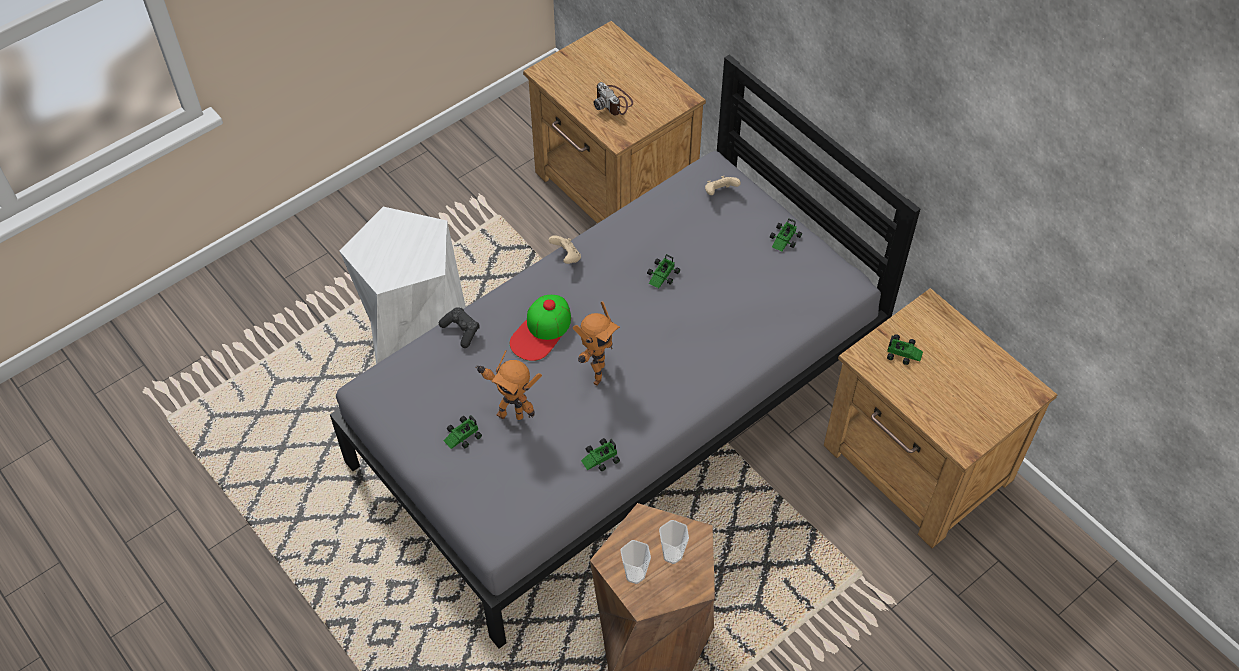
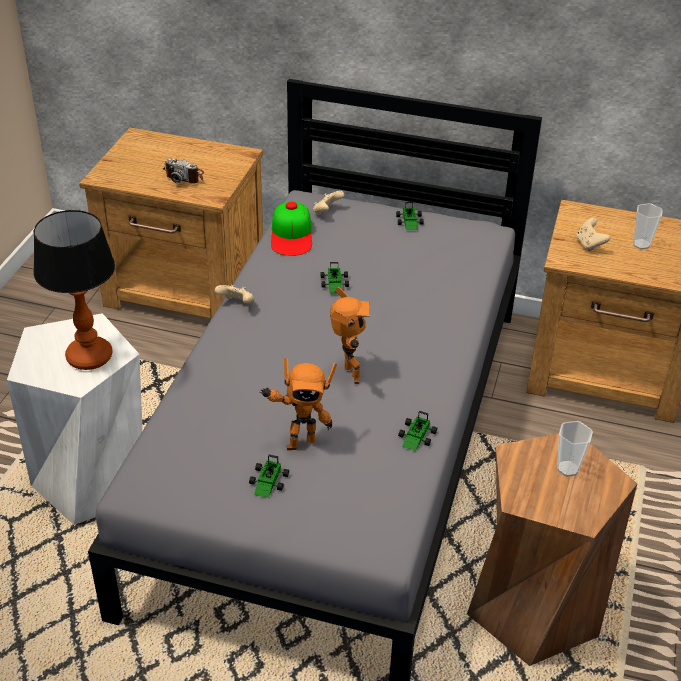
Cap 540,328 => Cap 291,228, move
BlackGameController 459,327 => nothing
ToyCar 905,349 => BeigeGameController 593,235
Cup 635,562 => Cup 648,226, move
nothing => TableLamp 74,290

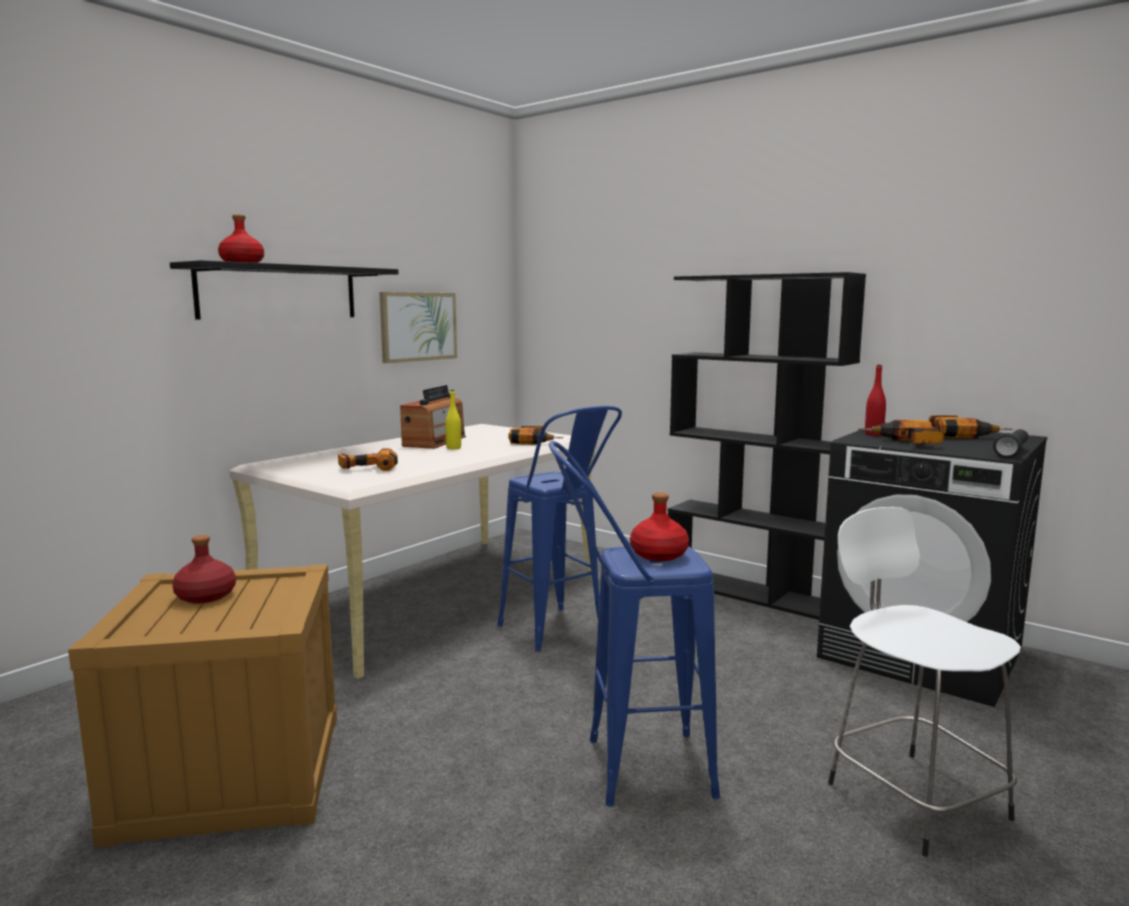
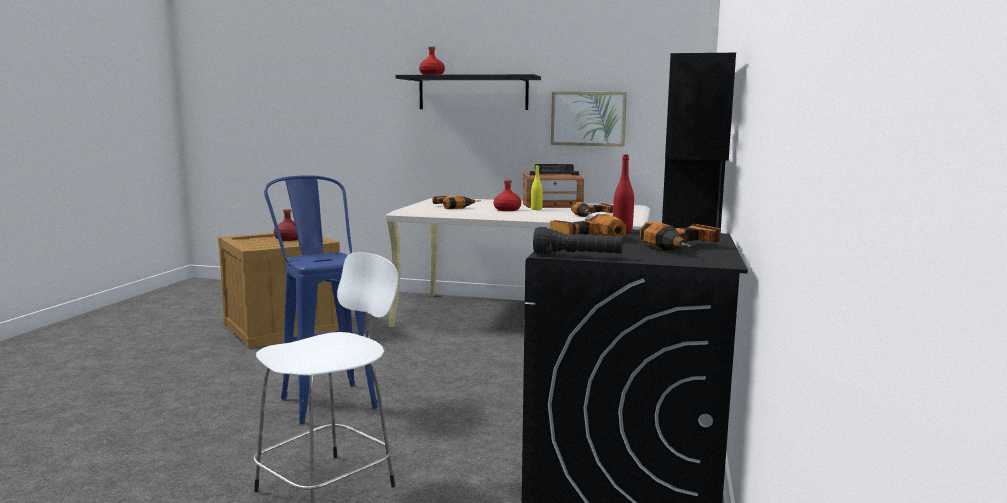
BlueStool 559,529 => nothing
RedBottle 659,526 => RedBottle 507,195, move

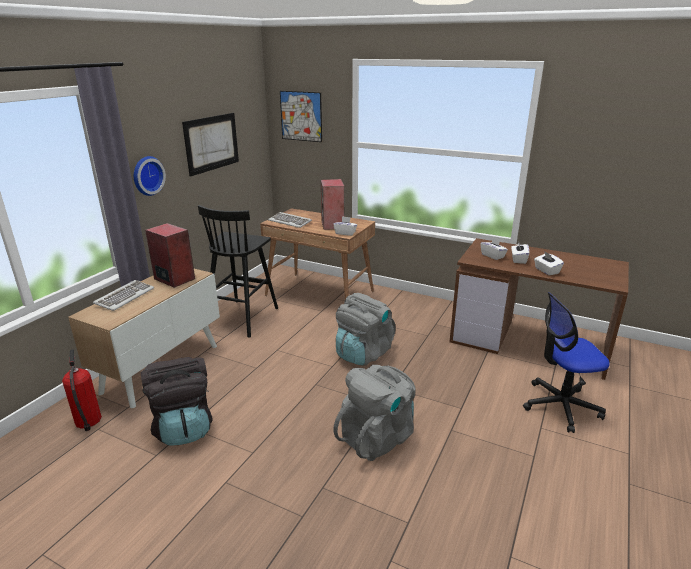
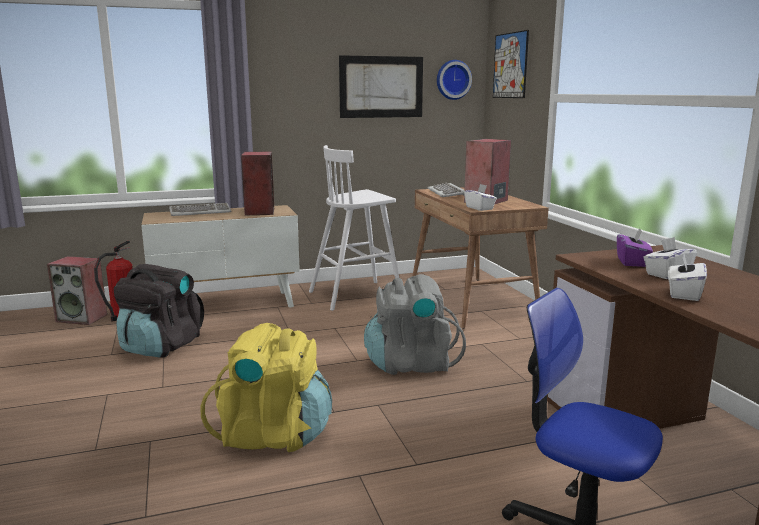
WallClock 150,176 => WallClock 454,80, move
BlackStool 238,271 => WhiteStool 354,228
WhiteTissueBox 494,248 => PurpleTissueBox 635,247
GreyBackpack 374,413 => YellowBackpack 266,387
nothing => Speaker 77,290

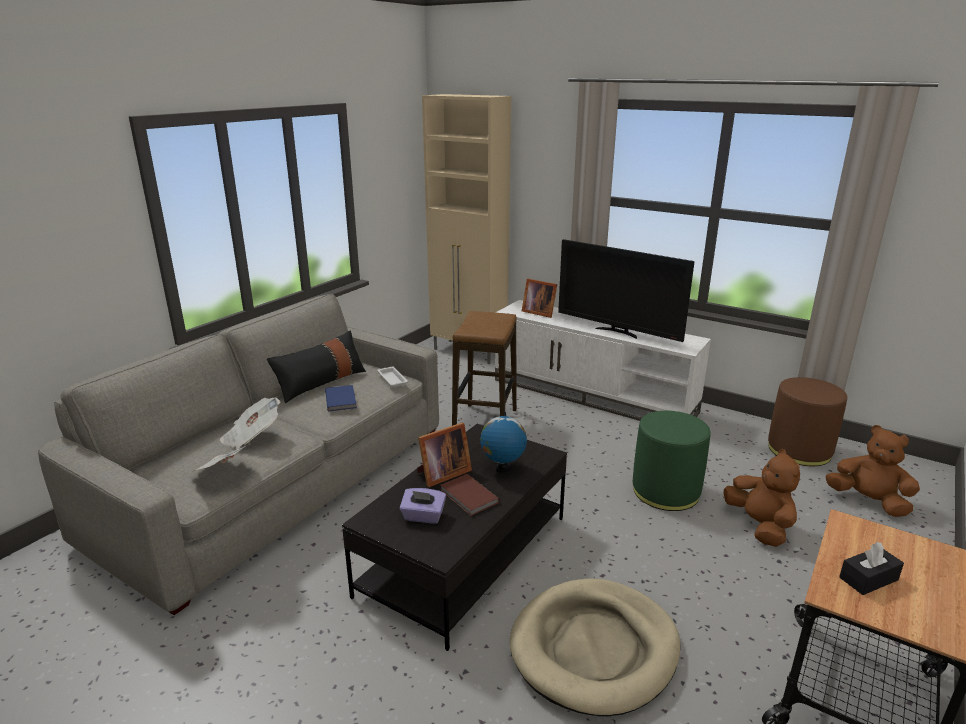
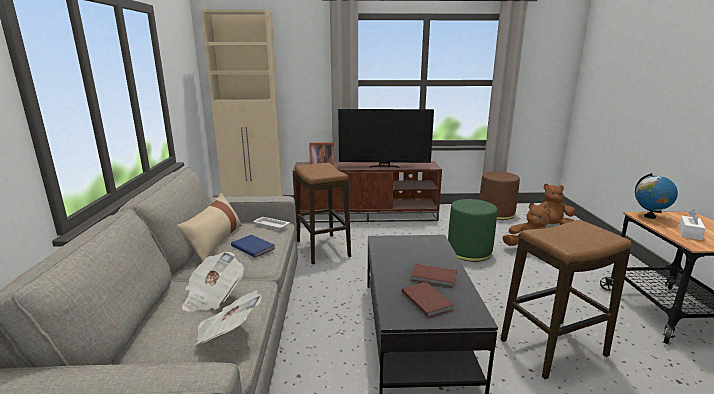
WhiteTvStand 603,360 => BrownTvStand 367,192
BlackPillow 316,366 => BeigePillow 209,227
Globe 503,442 => Globe 656,196, move
PictureFrame 444,455 => nothing
PurpleTissueBox 423,506 => BrownBook 428,299
BlackTissueBox 871,568 => WhiteTissueBox 692,225
BeigeDogBed 595,647 => Stool 566,299

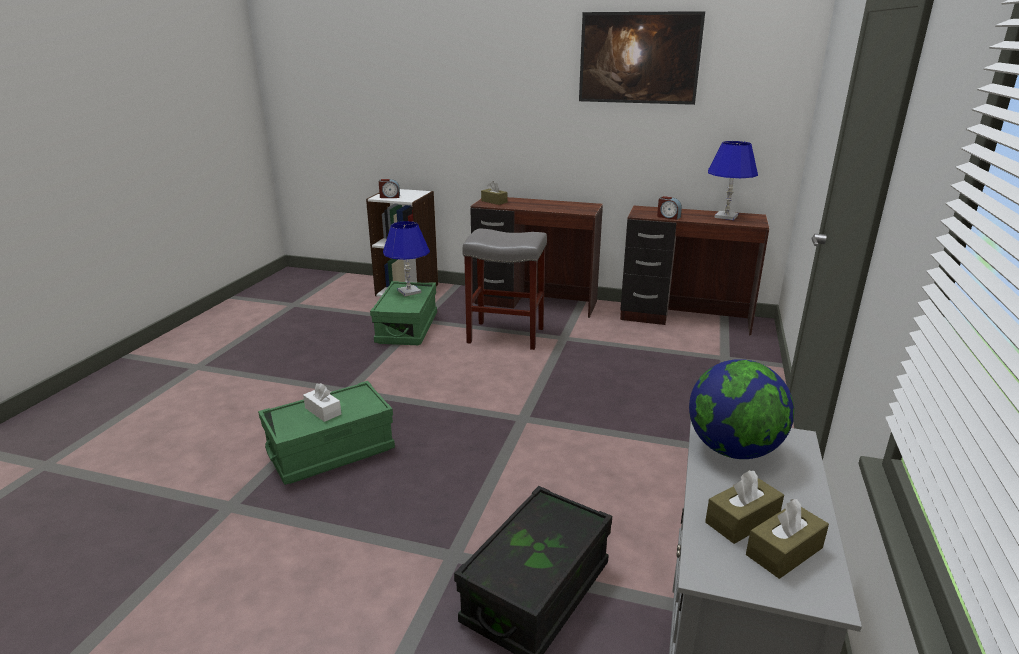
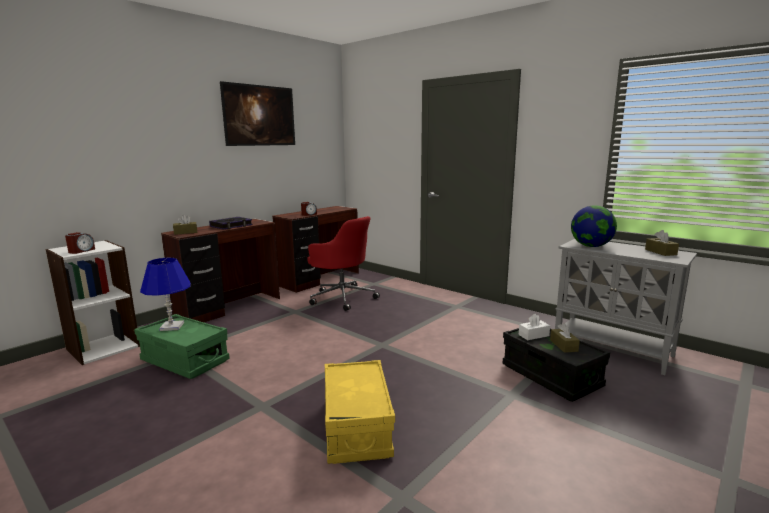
BlueTableLamp 733,180 => nothing
GreyStool 504,289 => nothing
GreenStorageBox 326,433 => YellowStorageBox 360,412
WhiteTissueBox 322,402 => WhiteTissueBox 534,327, move
BrownTissueBox 744,507 => BrownTissueBox 565,338, move
nothing => RedOfficeChair 343,263
nothing => Book 231,223

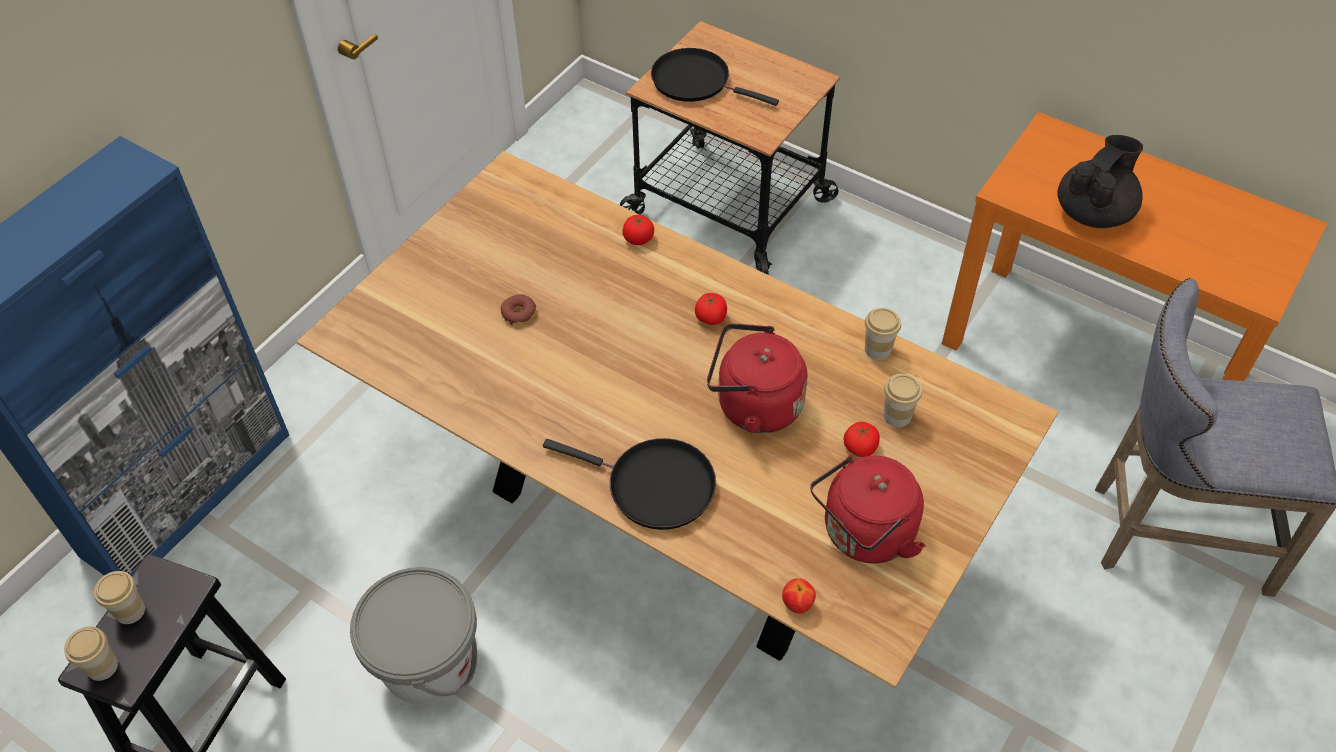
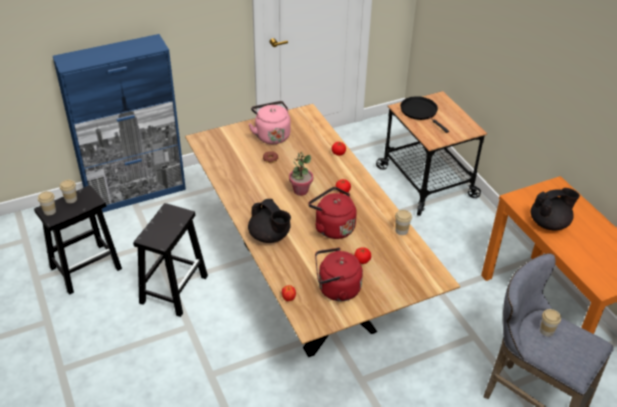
Cup 903,400 => Cup 550,322, move
BlackFryingPan 629,484 => BlackTeapot 269,221
GreyBucket 413,636 => BlackStool 170,260
nothing => PinkKettle 270,122
nothing => PottedPlant 301,174

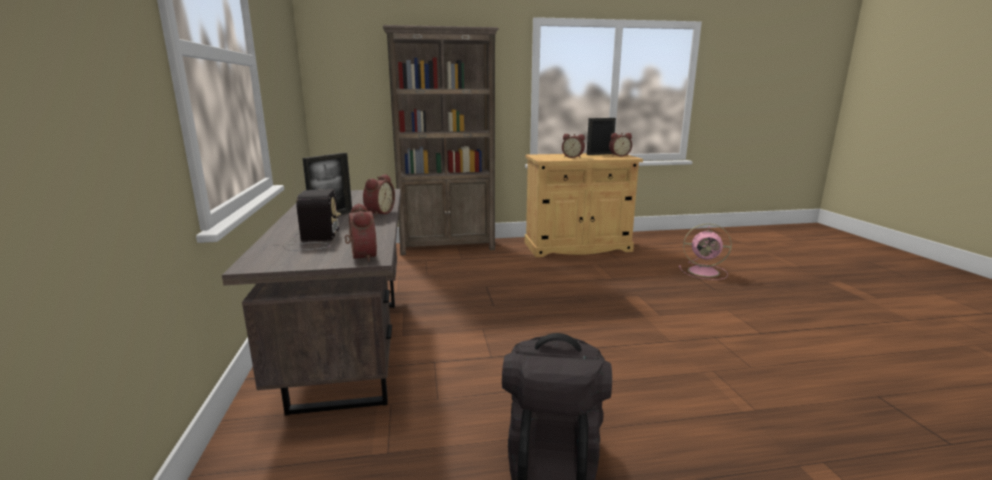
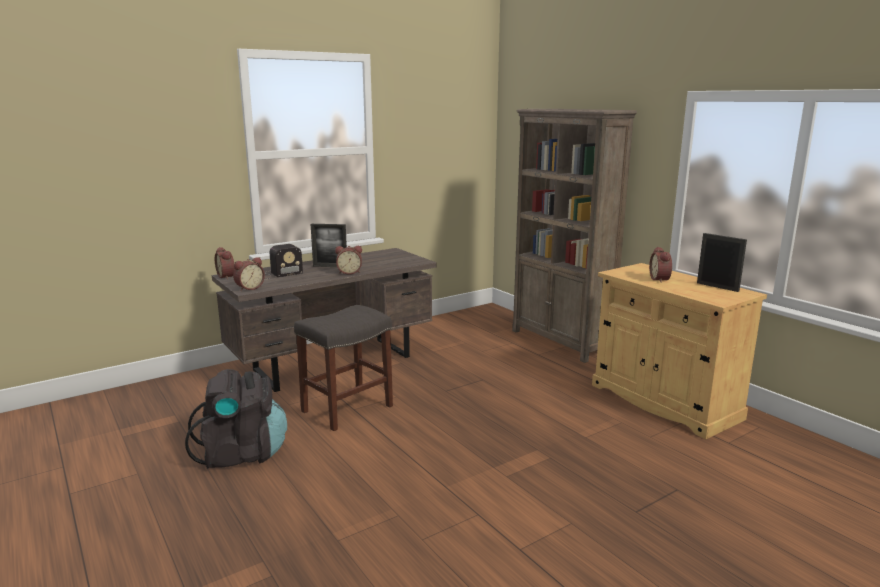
AlarmClock 620,144 => AlarmClock 225,263, move
PinkFan 705,251 => nothing
nothing => GreyStool 343,368

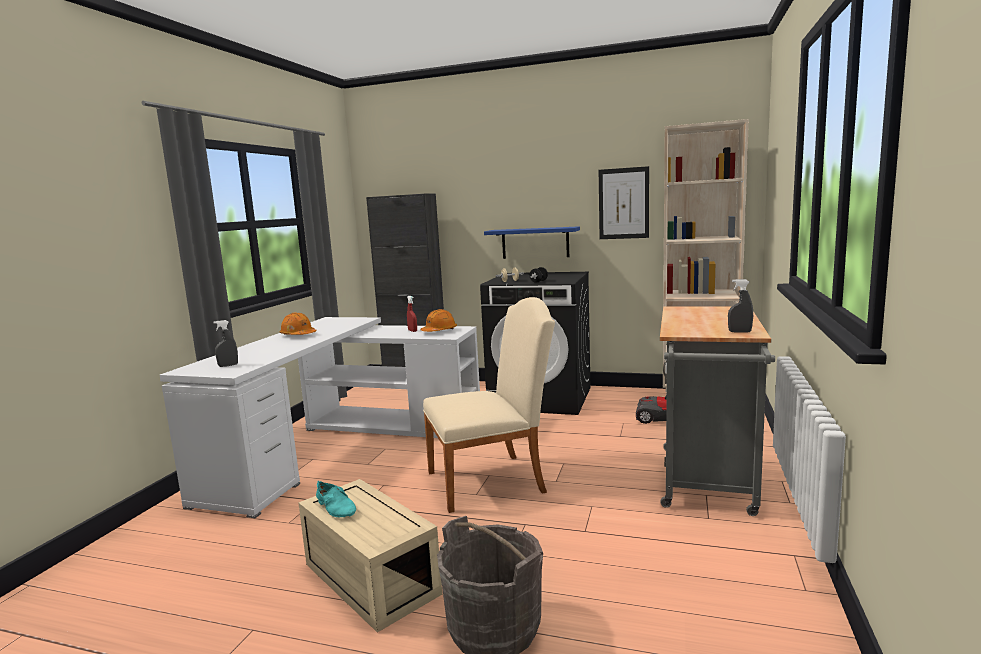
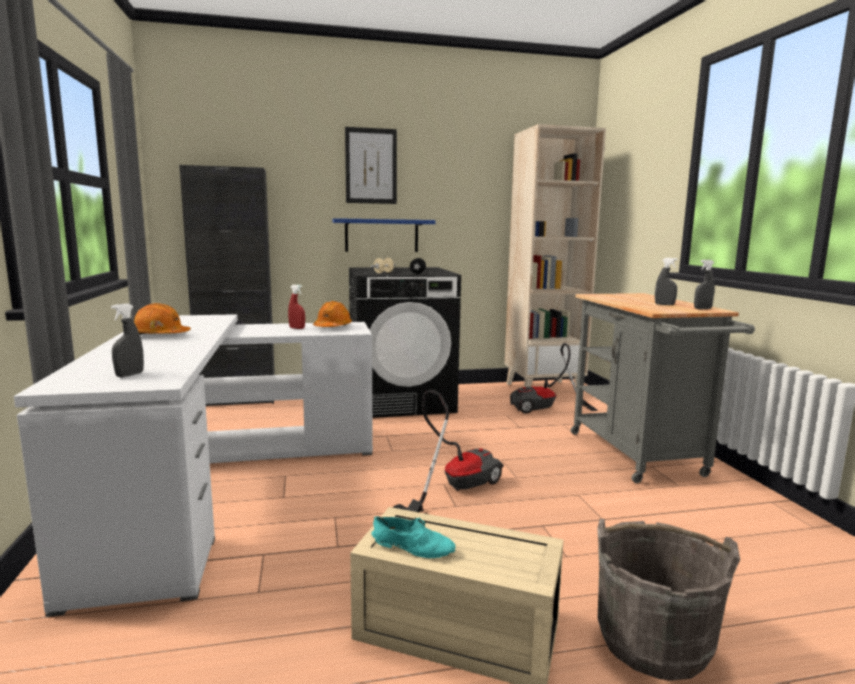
Picture 624,202 => Picture 371,165, move
BeigeChair 489,405 => VacuumCleaner 448,452
nothing => GreySprayBottle 666,281

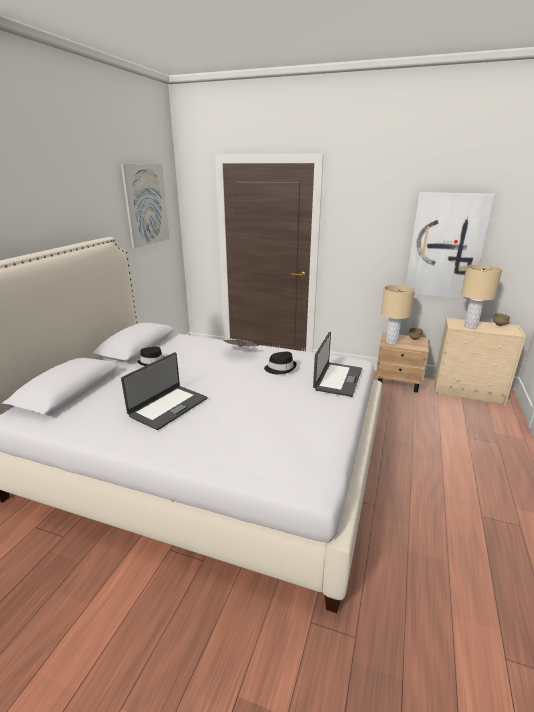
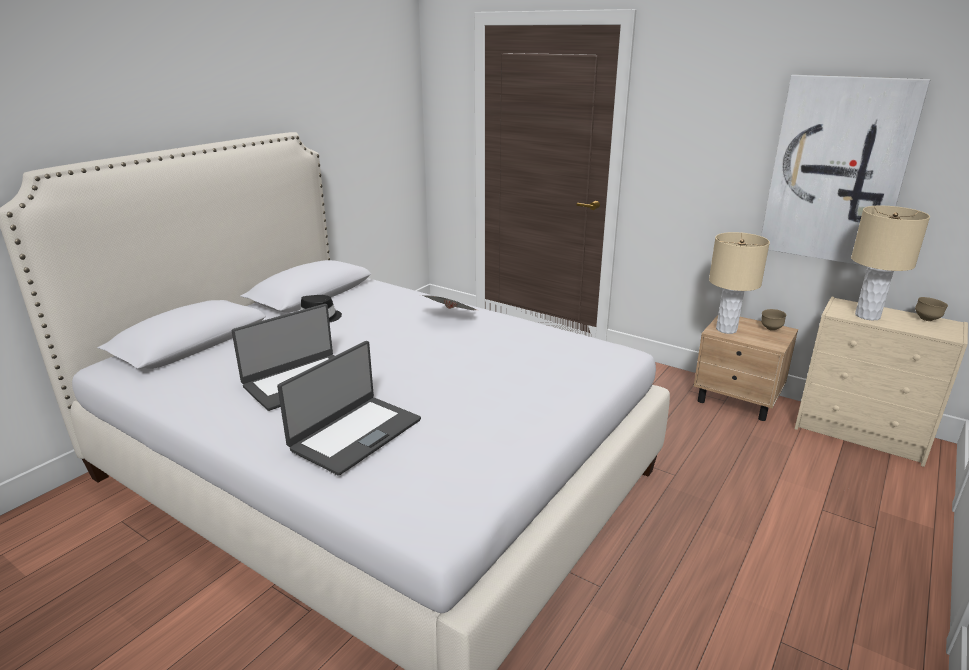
Picture 145,206 => nothing
Laptop 337,364 => Laptop 349,408, move
BlackHat 280,363 => nothing

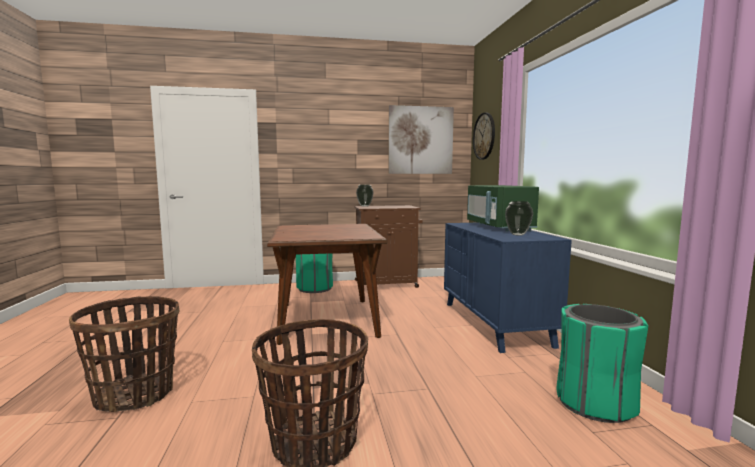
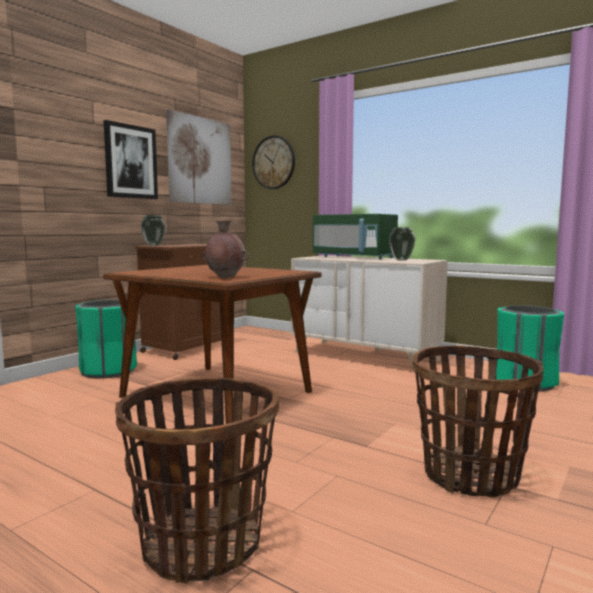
BlueDresser 508,288 => BeigeDresser 369,313
nothing => Picture 131,159
nothing => BrownVase 225,249

